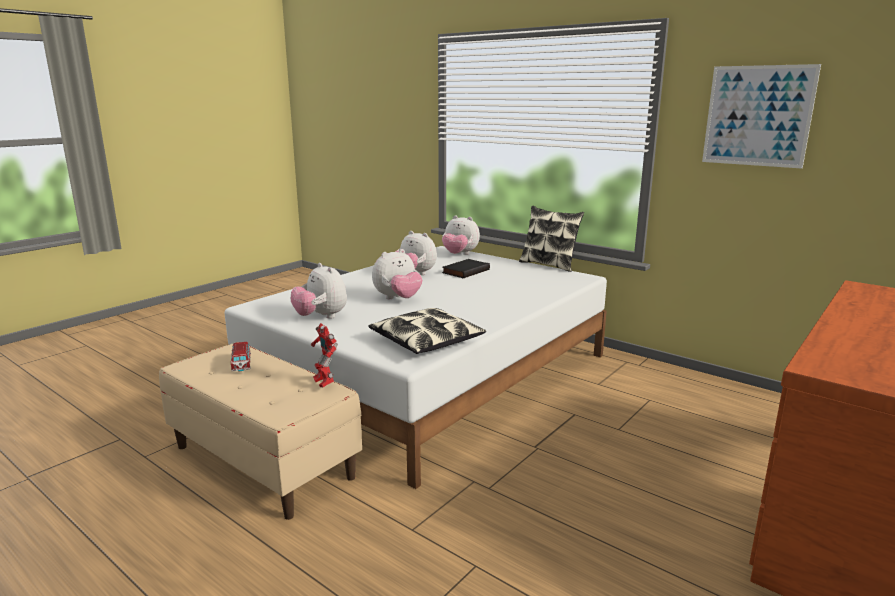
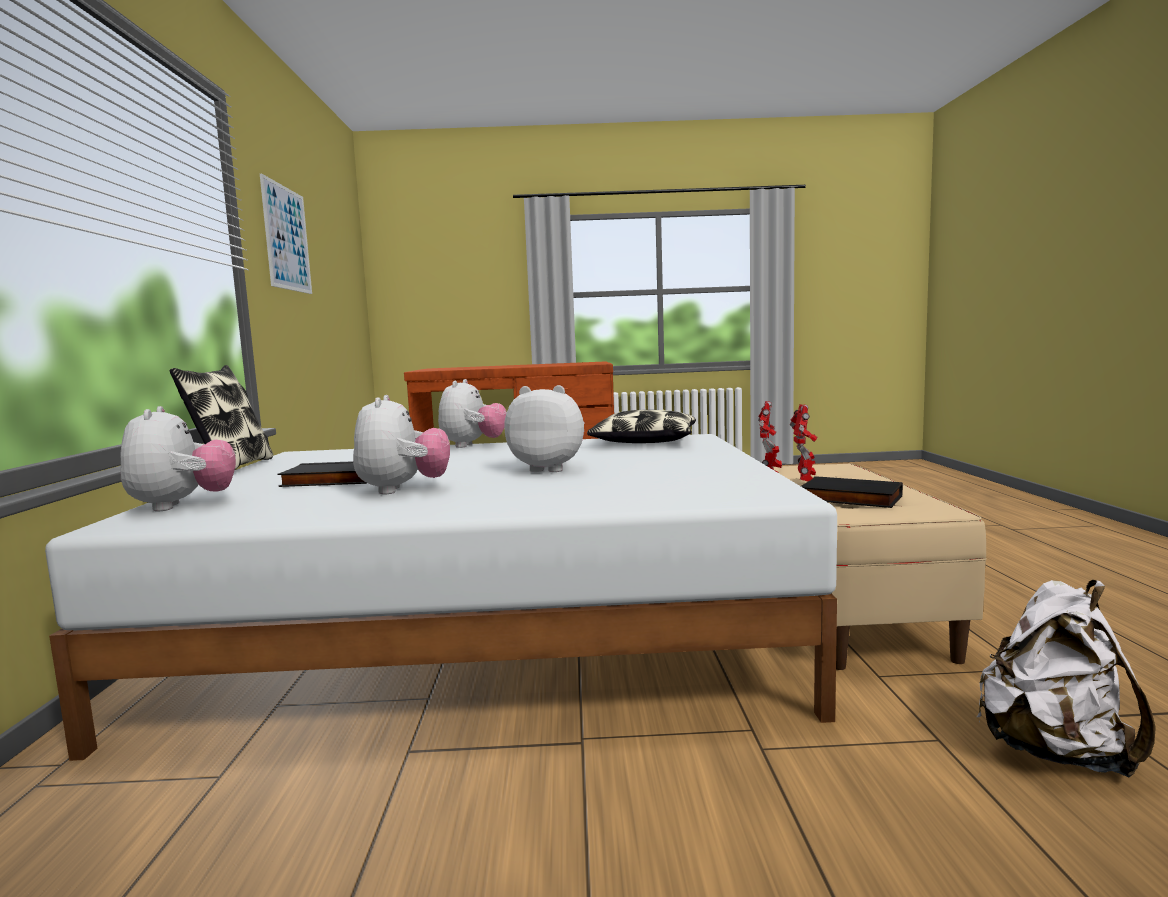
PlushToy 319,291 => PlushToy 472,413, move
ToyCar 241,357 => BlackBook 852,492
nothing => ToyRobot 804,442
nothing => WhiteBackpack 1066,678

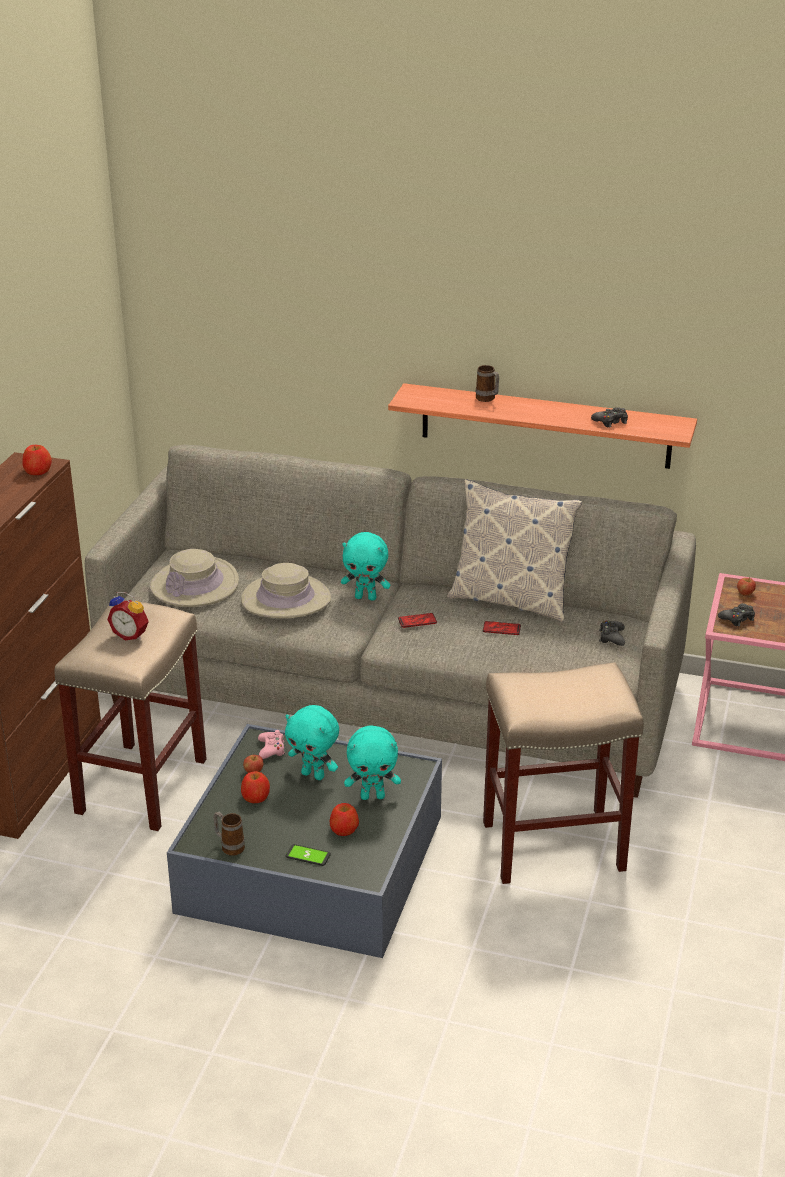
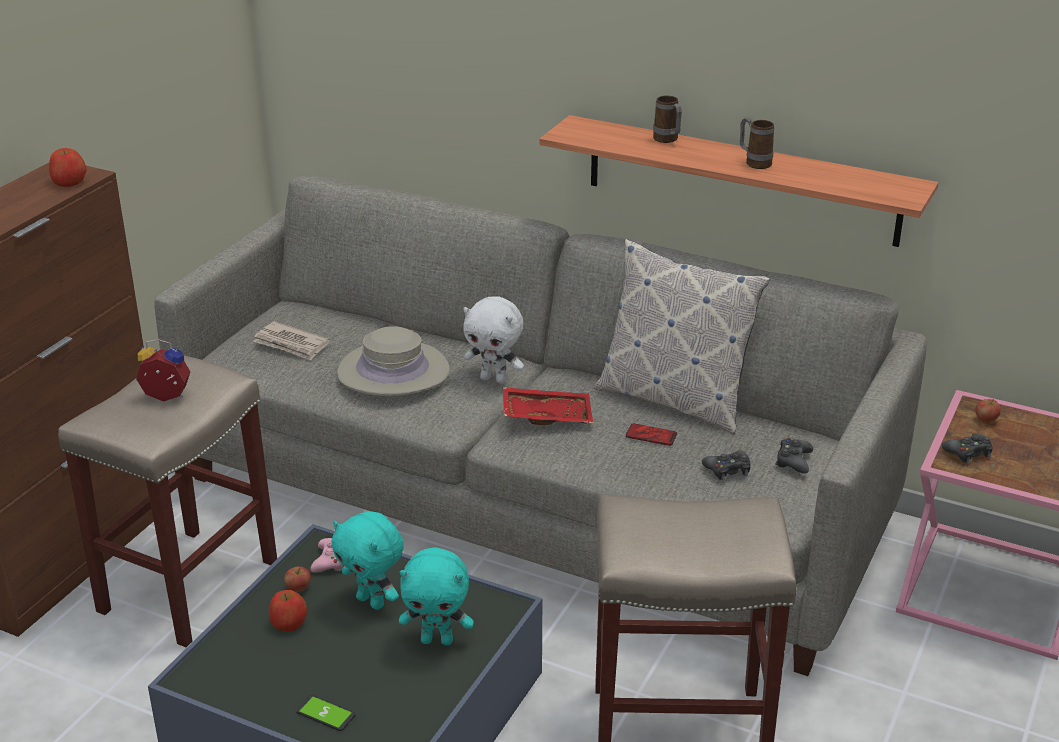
BlackGameController 609,417 => BlackGameController 726,465, move
TurquoisePlushToy 365,566 => WhitePlushToy 493,340
BeigeHat 194,578 => Newspaper 291,340
AlarmClock 128,616 => AlarmClock 163,370, 150 degrees clockwise
Phone 417,620 => RedTray 548,406
Apple 344,819 => nothing
Mug 229,834 => Mug 757,143, move

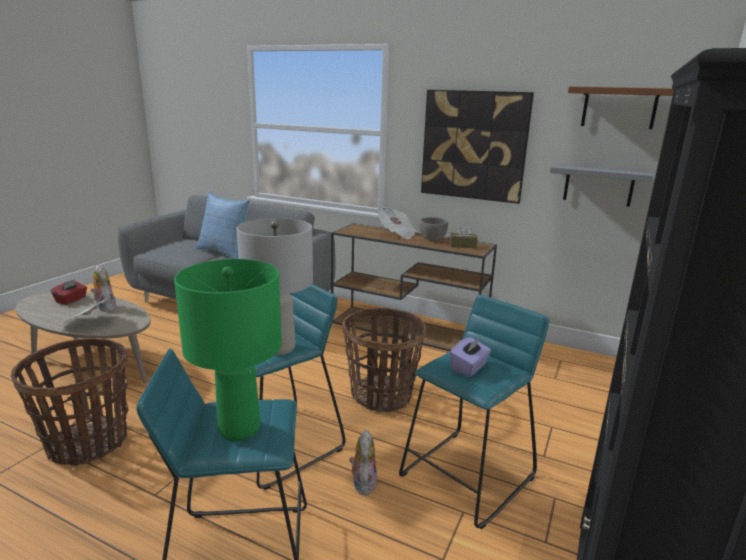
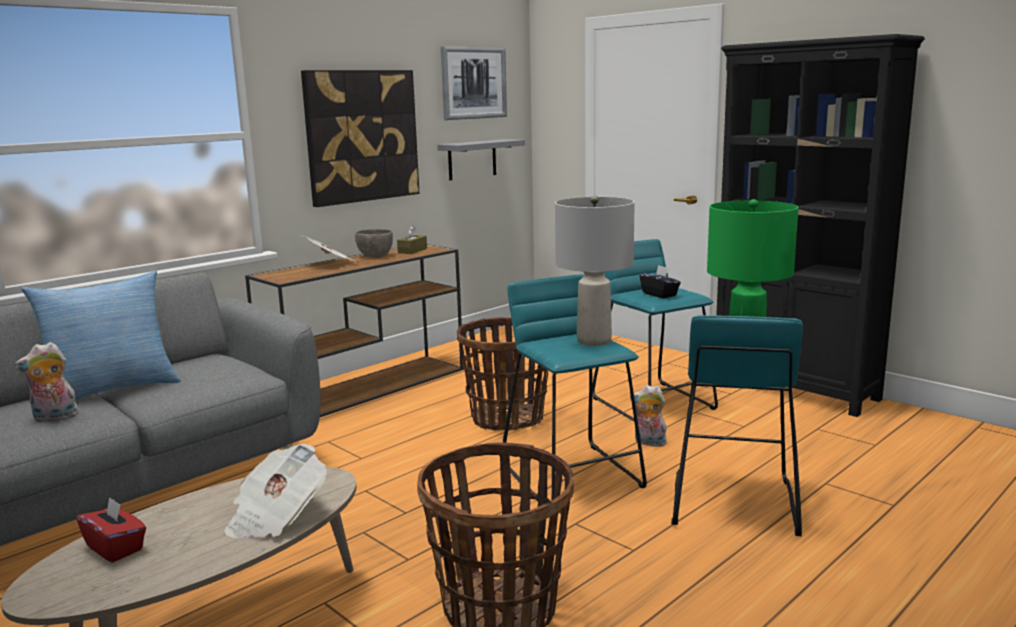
BrownShelf 621,107 => Picture 474,83
PlushToy 103,288 => PlushToy 47,382, move
PurpleTissueBox 470,357 => BlackTissueBox 660,281

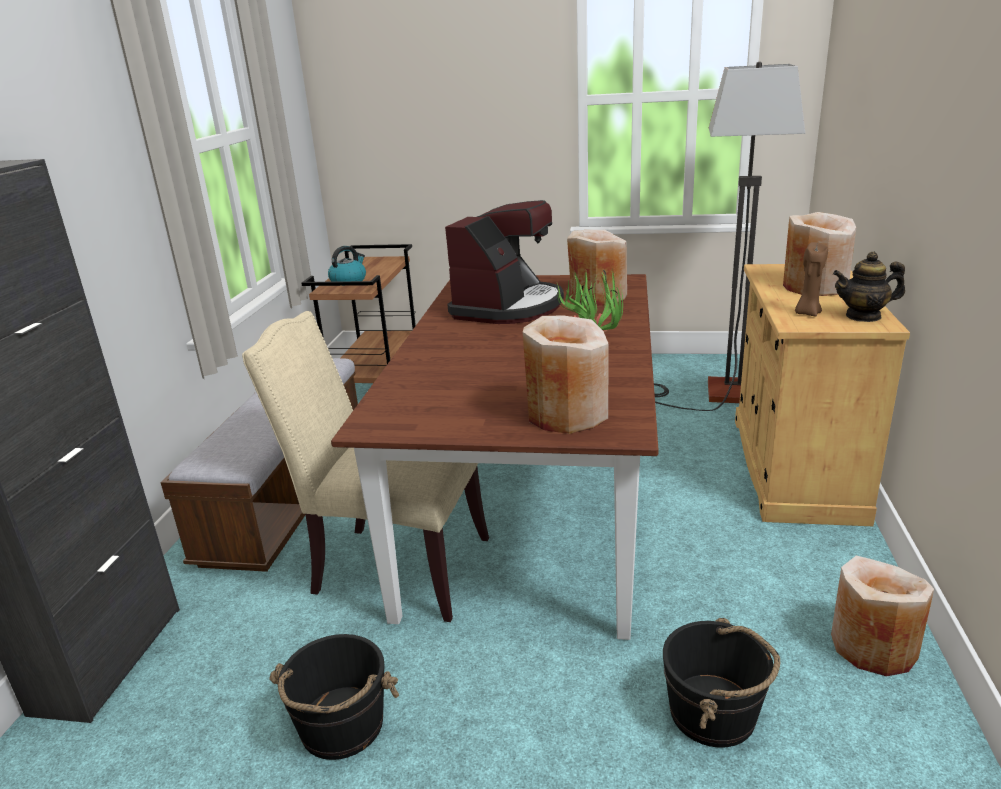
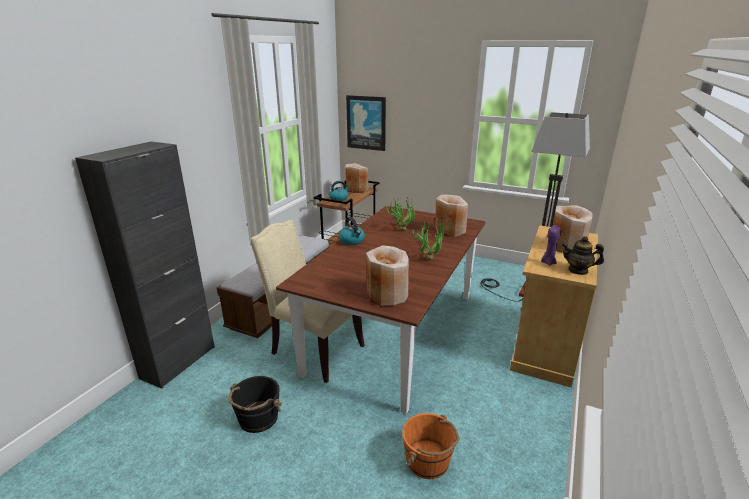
CoffeeMachine 504,262 => PottedPlant 400,214
BrownCandle 811,279 => PurpleCandle 551,245
BeigeVase 882,616 => BeigeVase 356,178, move
BlackBucket 721,683 => OrangeBucket 430,446
nothing => Picture 366,123
nothing => Kettle 352,231

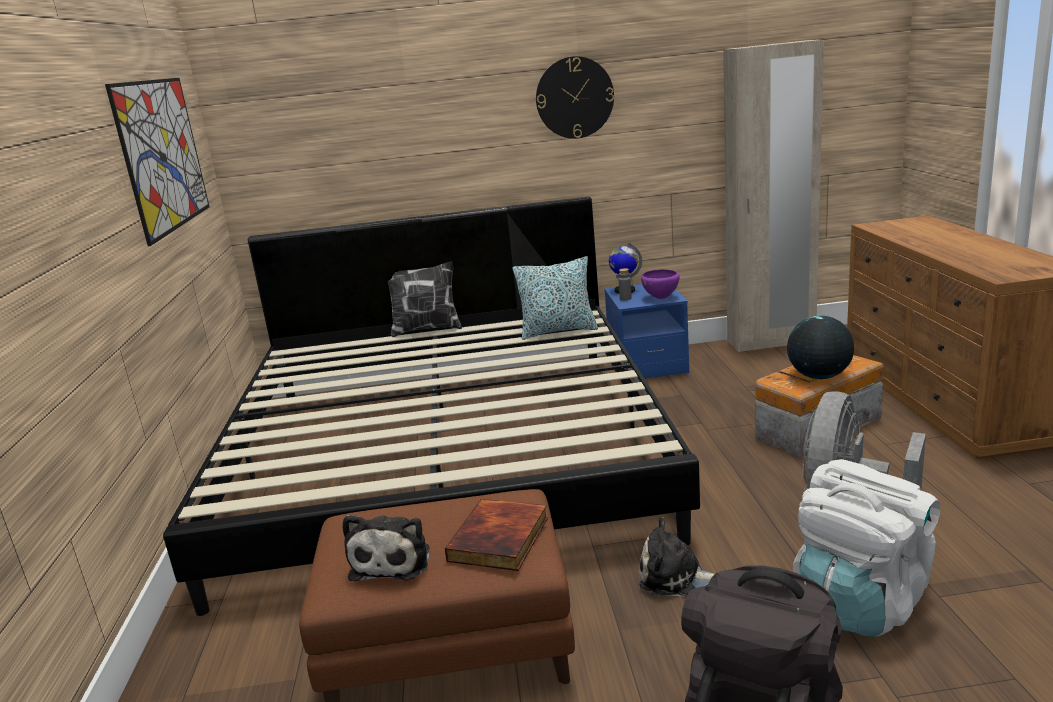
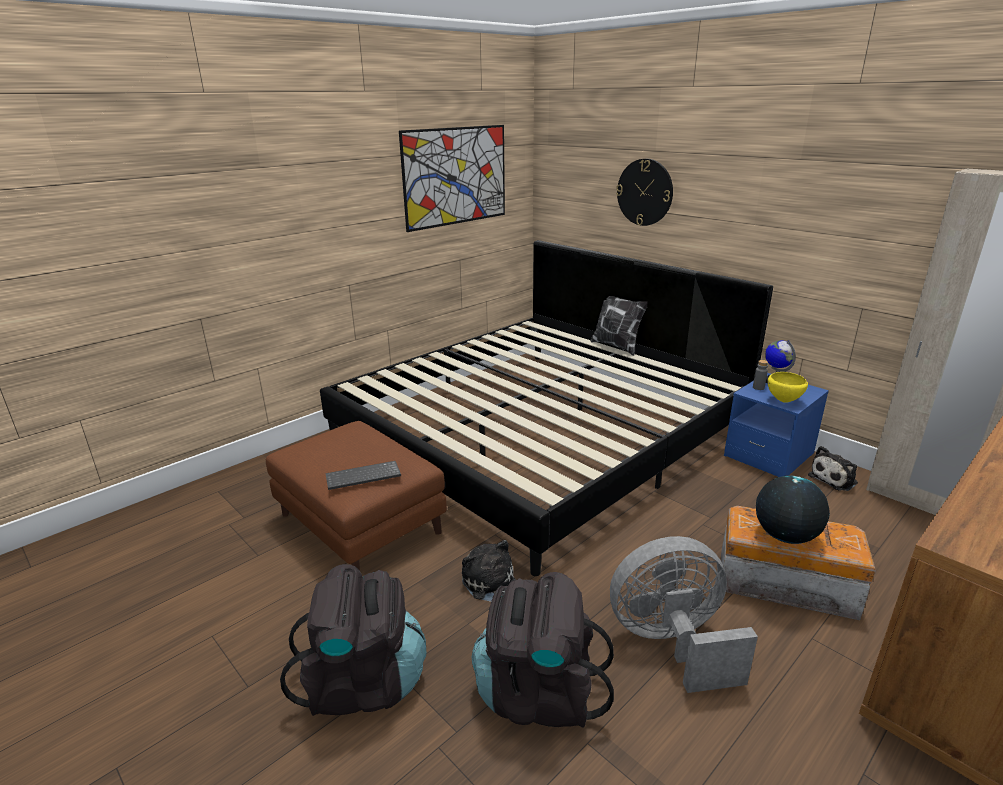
WallClock 575,97 => WallClock 644,192, move
Pillow 555,298 => nothing
PurpleBowl 660,284 => YellowBowl 788,387
WhiteBackpack 866,548 => BlackBackpack 543,650
Book 496,535 => Keyboard 363,475
PlushToy 386,548 => PlushToy 833,468, move

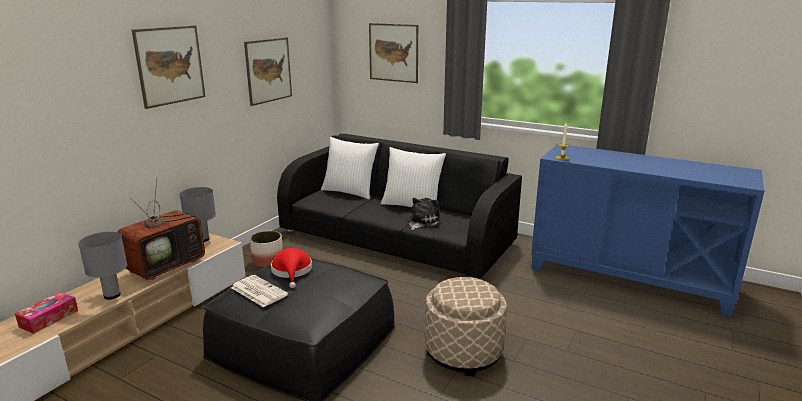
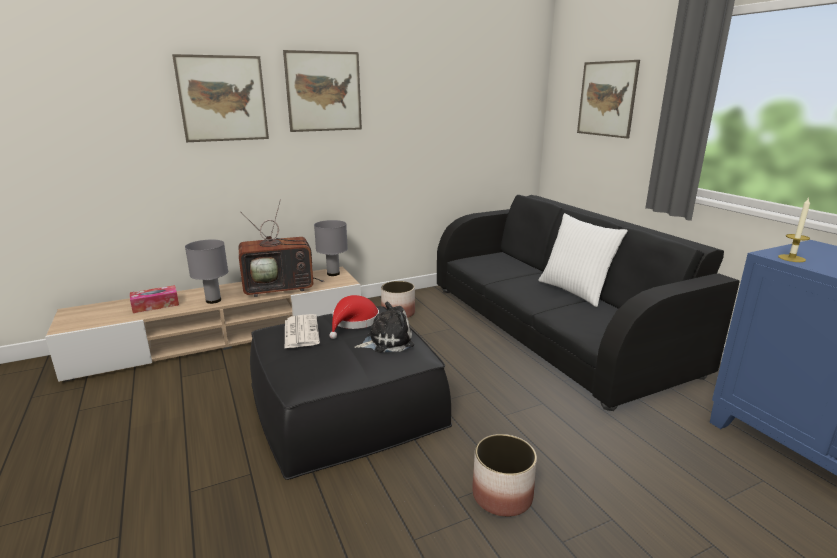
Picture 268,71 => Picture 220,98, move
WhitePillow 350,168 => nothing
PlushToy 424,214 => PlushToy 384,327, move
BeigeOttoman 466,326 => Planter 504,475

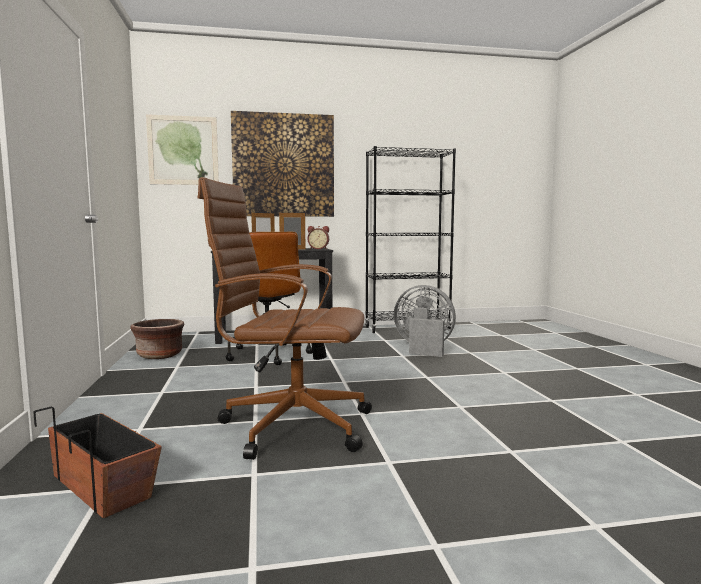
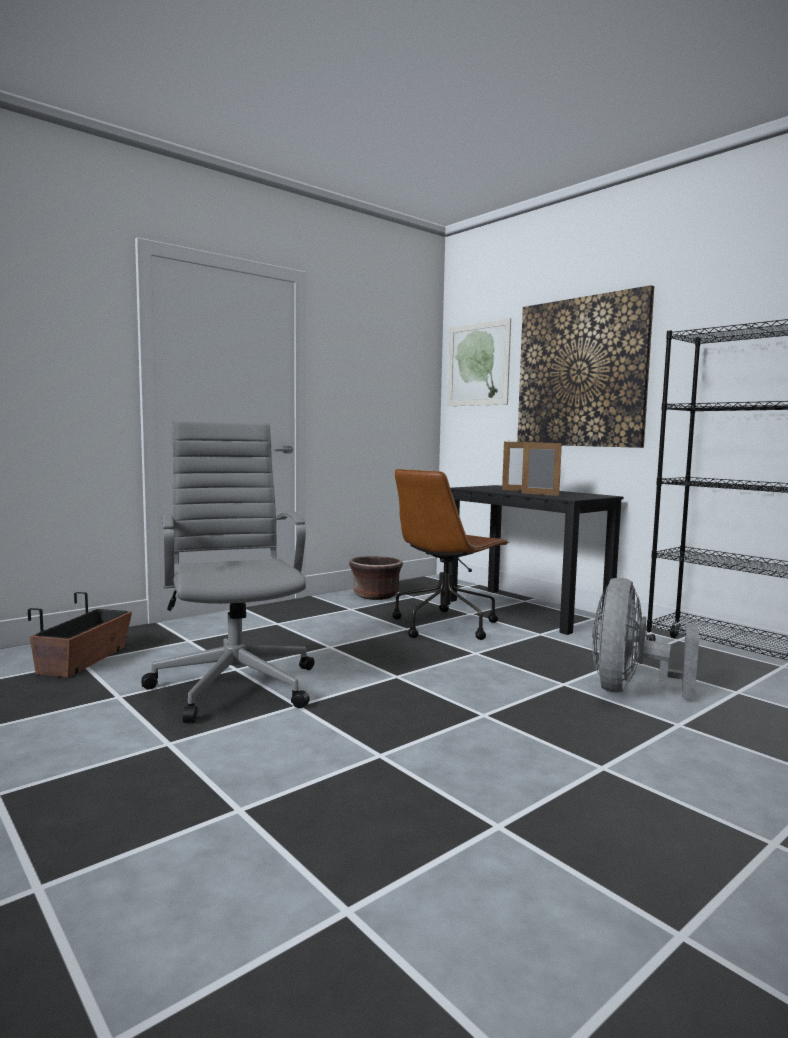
BrownOfficeChair 285,318 => GreyOfficeChair 228,572
AlarmClock 318,237 => nothing
GreyFan 425,321 => GreyFan 645,638, 150 degrees counterclockwise

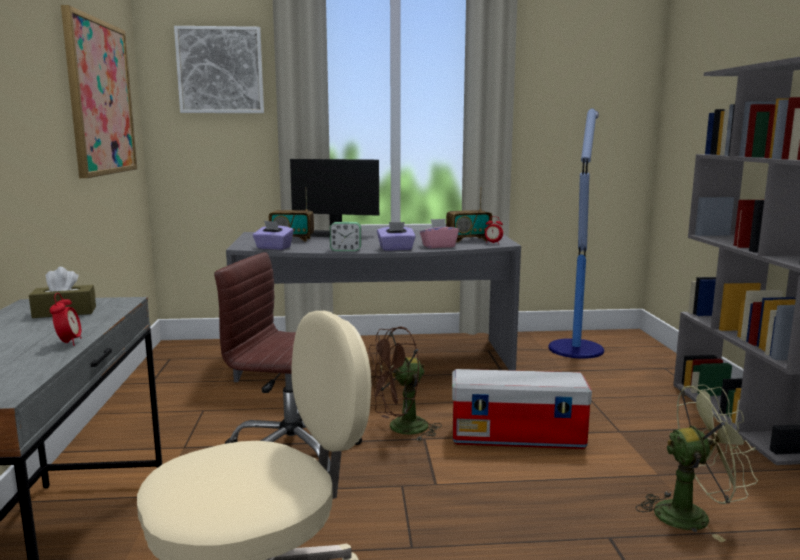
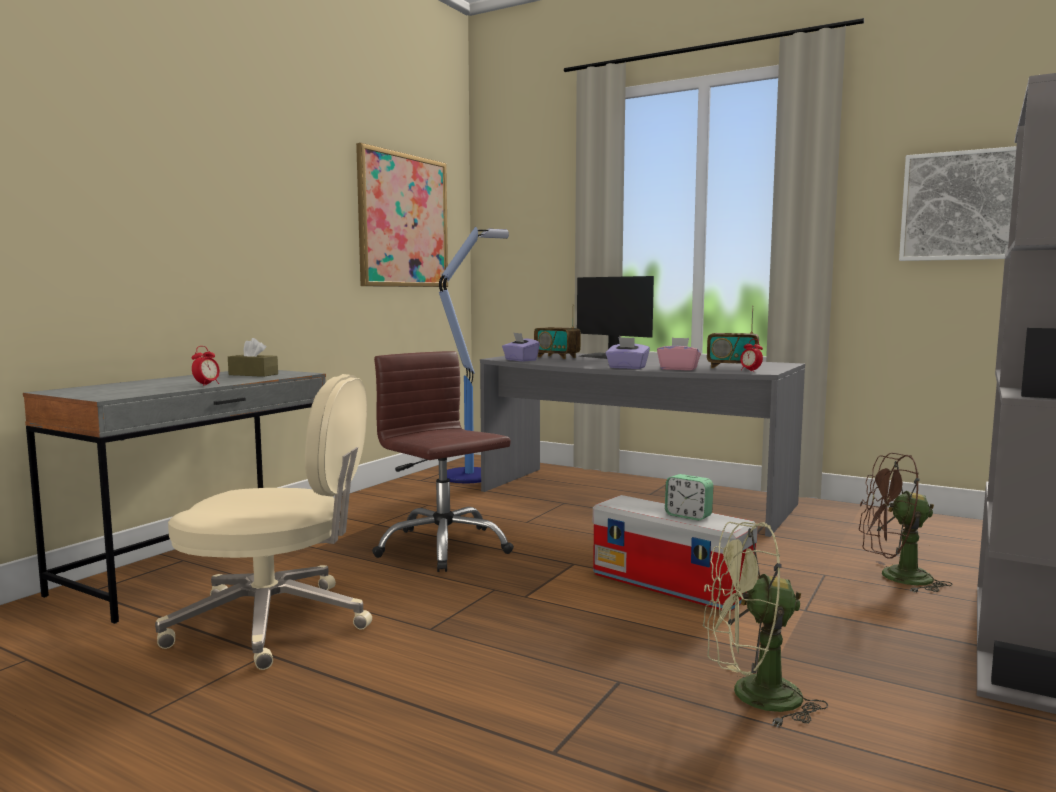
Picture 219,69 => Picture 958,203, move
FloorLamp 576,233 => FloorLamp 474,355, move
AlarmClock 345,236 => AlarmClock 689,497, move
BrownFan 405,384 => BrownFan 905,522, move
GreenFan 697,463 => GreenFan 765,624, 150 degrees clockwise

